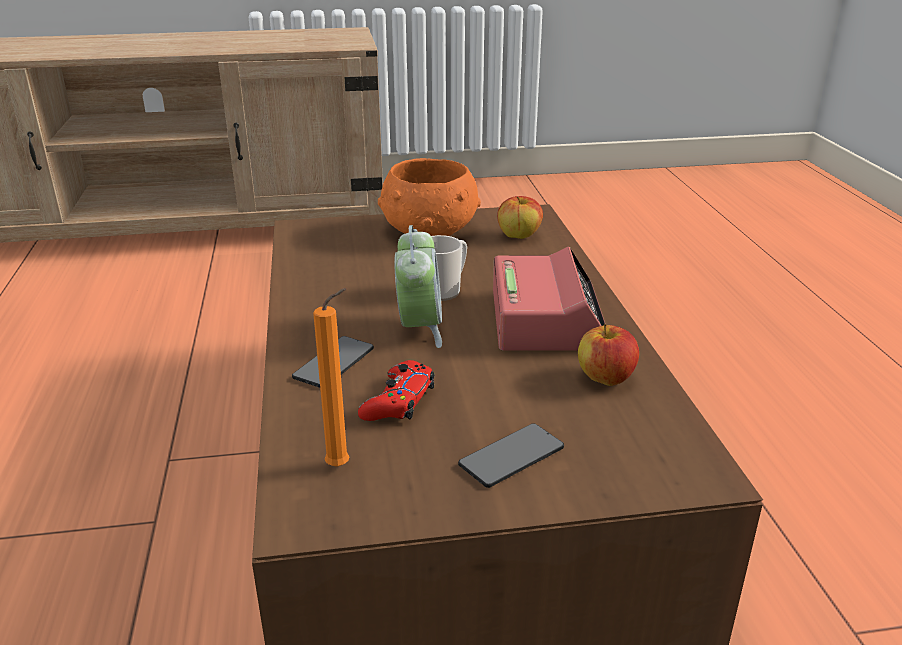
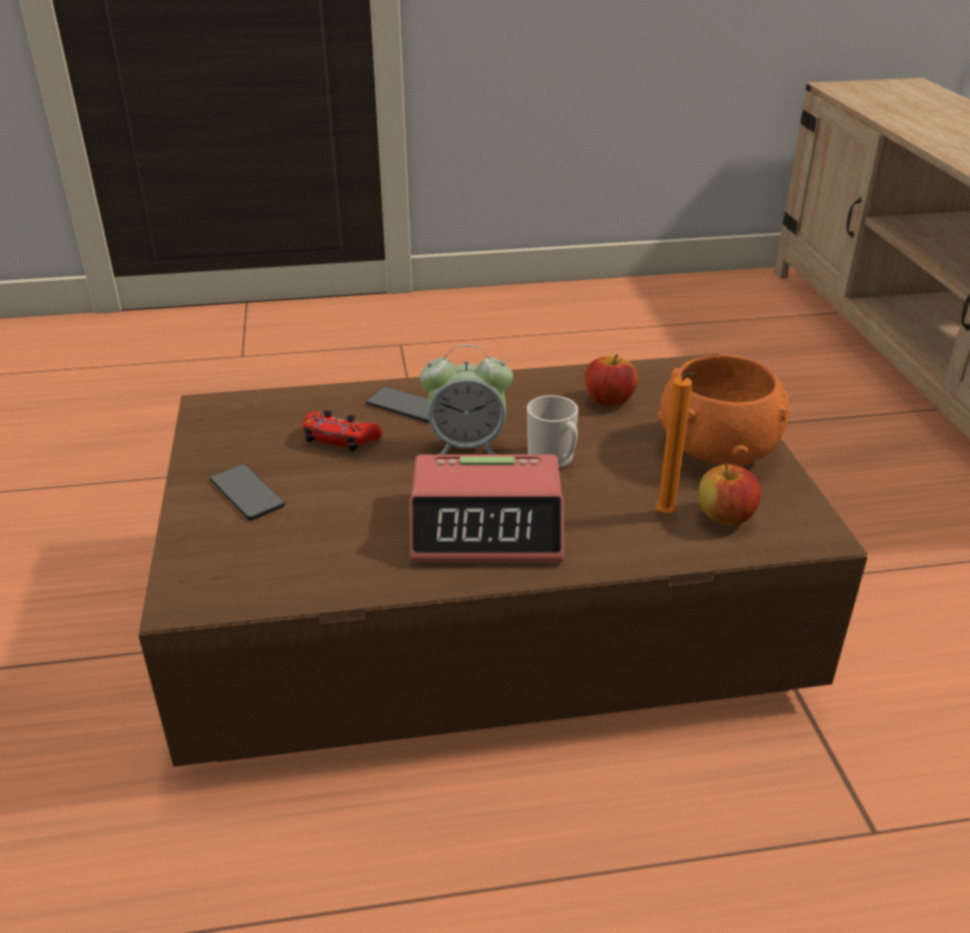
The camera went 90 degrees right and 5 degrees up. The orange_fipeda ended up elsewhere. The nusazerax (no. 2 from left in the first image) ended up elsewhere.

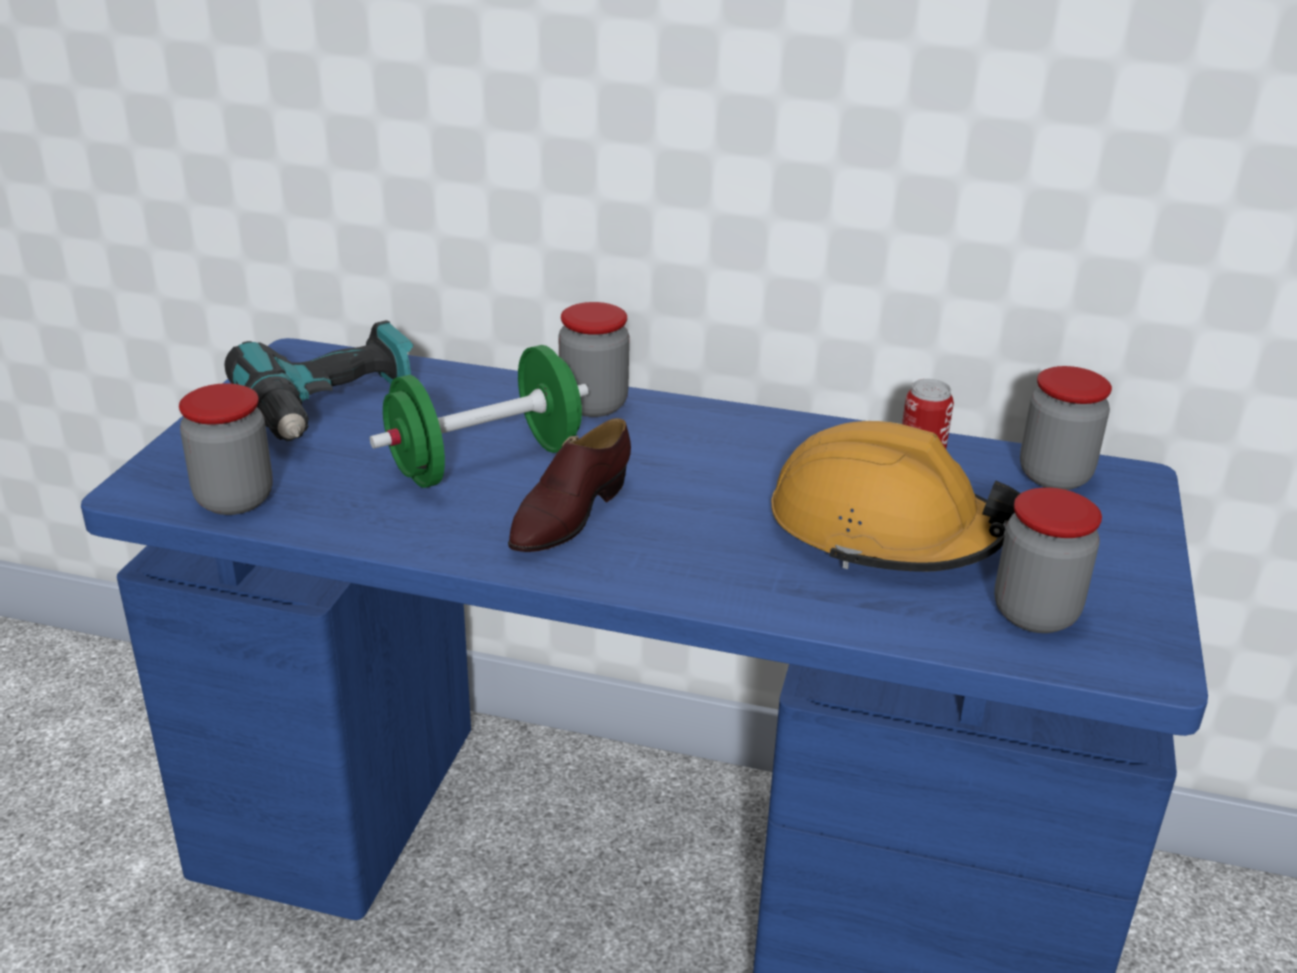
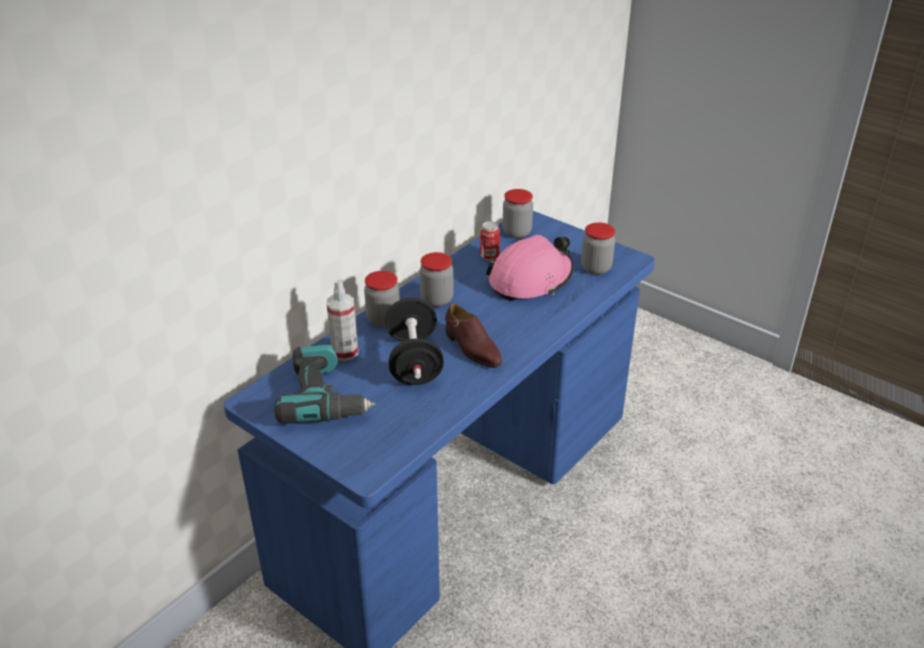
The camera went 65 degrees left and 5 degrees up. The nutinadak (no. 1 from left in the first image) ended up elsewhere. What was the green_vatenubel turned into the black_vatenubel. What was the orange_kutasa turned into the pink_kutasa. The second view gained the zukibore.

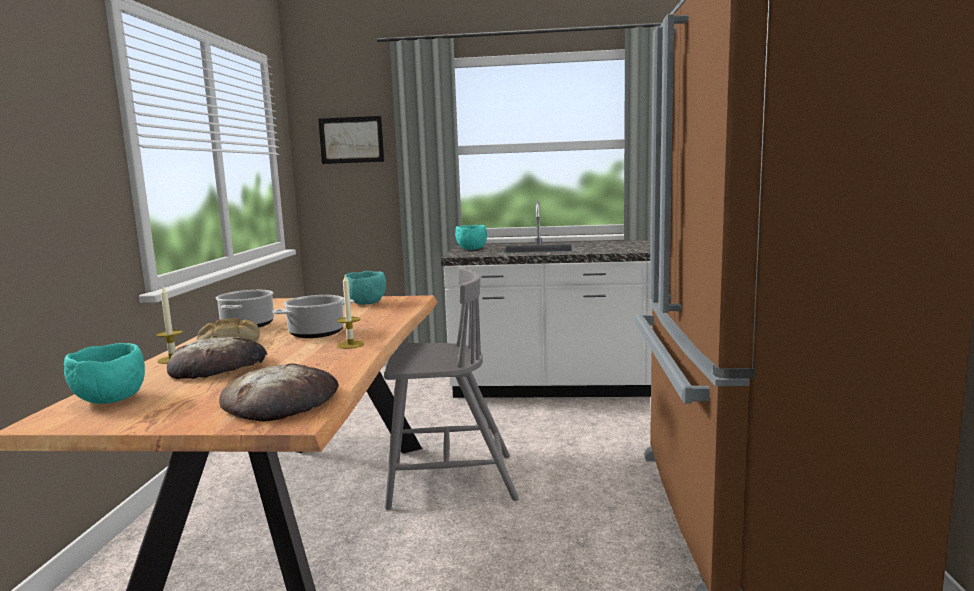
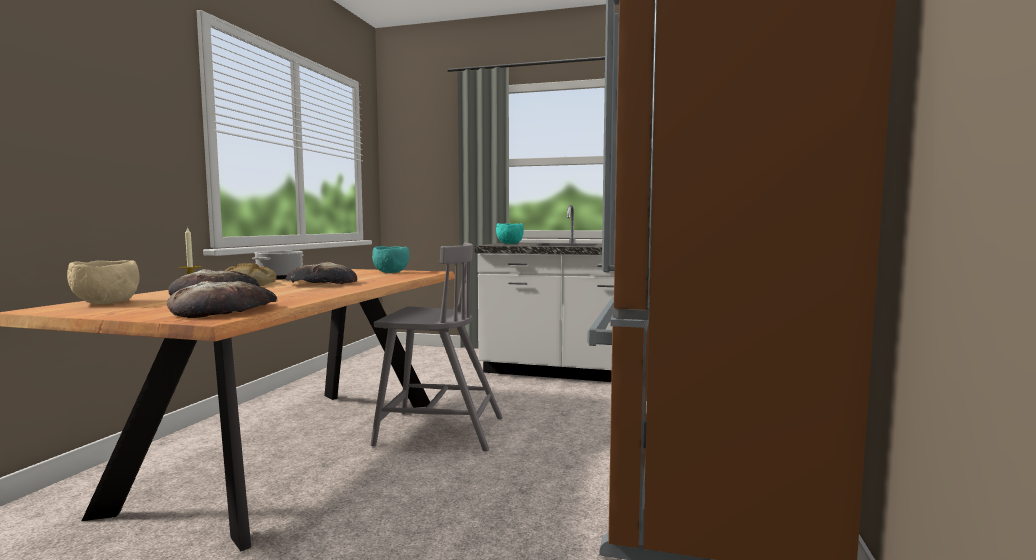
The camera went 10 degrees right and 5 degrees down. What was the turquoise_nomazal (no. 1 from left) turned into the beige_nomazal. Where the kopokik (no. 2 from left) stood, the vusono (no. 4 from left) came to stand. The second view lost the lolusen. The second view lost the fipeda (no. 2 from left).

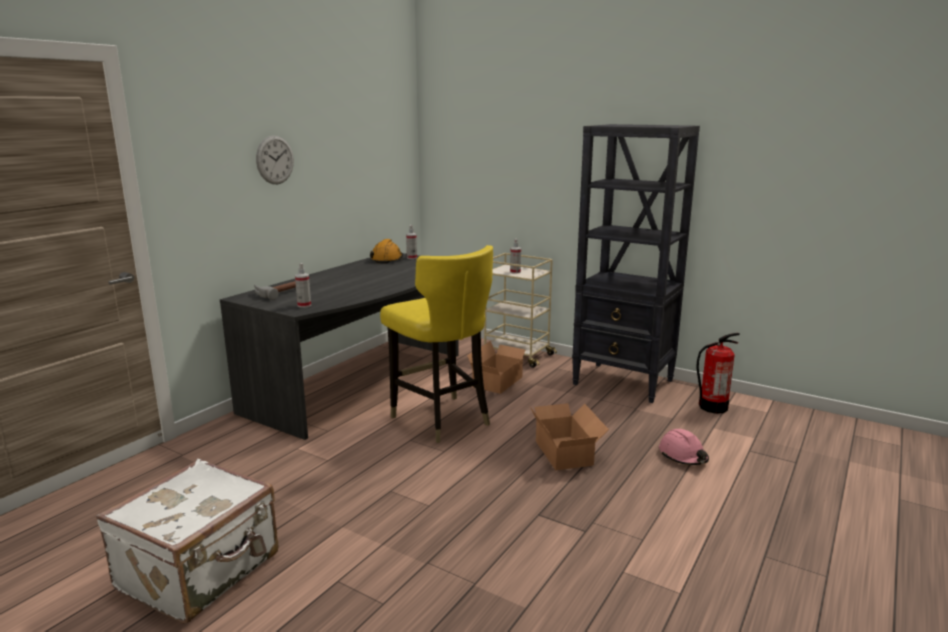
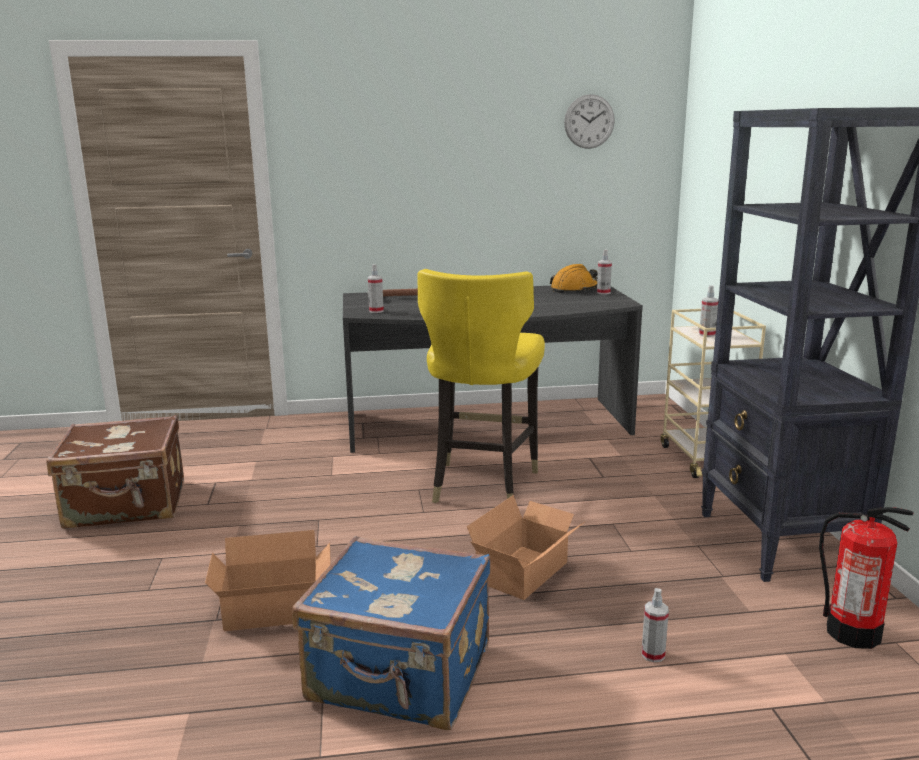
The camera went 50 degrees right and 0 degrees up. What was the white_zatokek turned into the brown_zatokek. The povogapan ended up elsewhere. The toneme (no. 1 from left) ended up elsewhere. Where the pink_kutasa stood, the zukibore (no. 3 from left) came to stand. The second view gained the blue_zatokek.

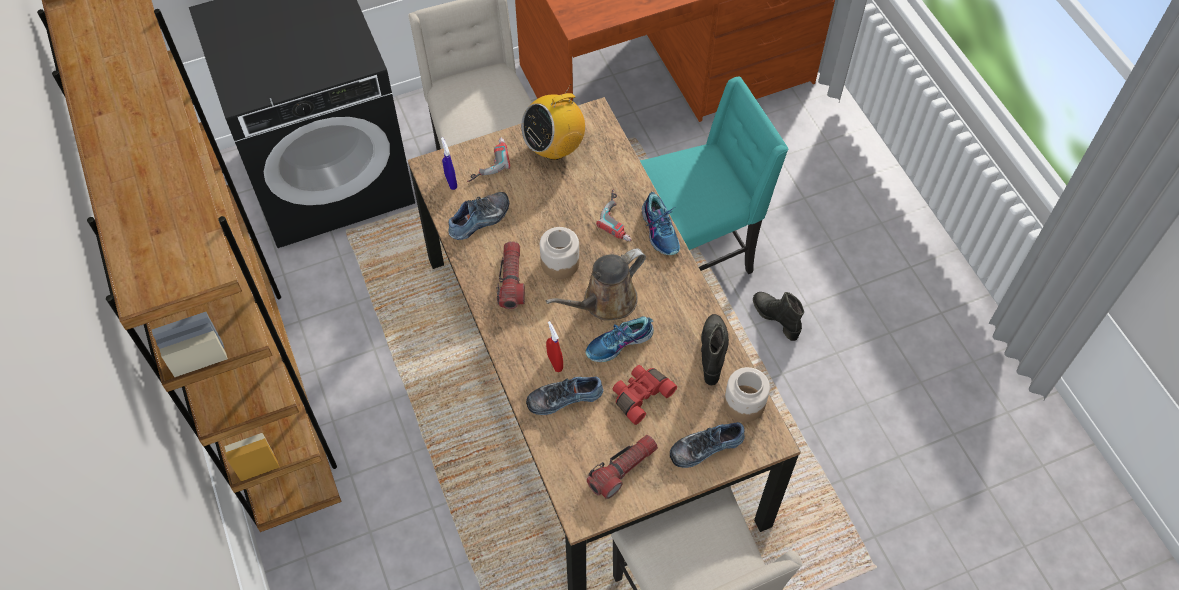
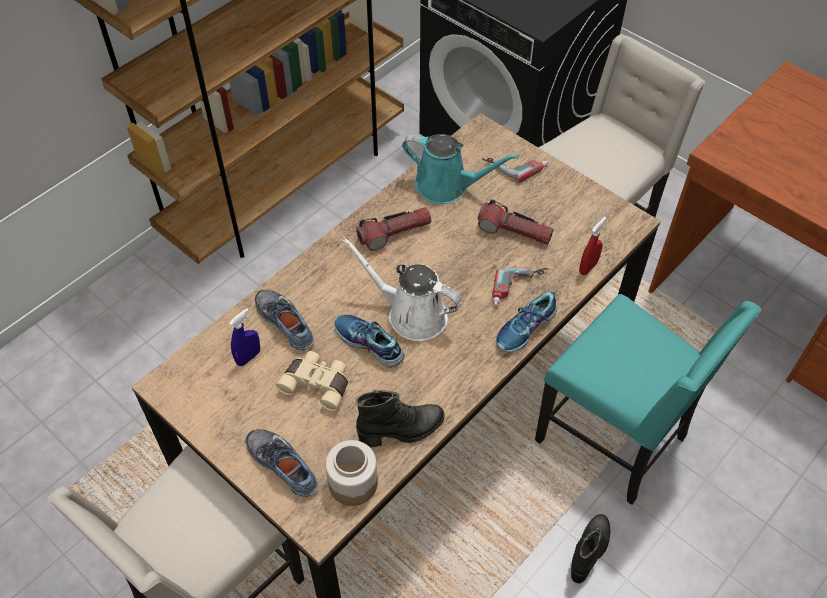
The camera went 65 degrees right and 5 degrees down. The blue_zukibore ended up elsewhere. Where the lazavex (no. 1 from left) stood, the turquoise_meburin came to stand. The second view lost the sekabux. The second view lost the nutinadak (no. 1 from left). What was the brown_meburin turned into the white_meburin. The red_zukibore ended up elsewhere. The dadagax (no. 2 from left) ended up elsewhere. What was the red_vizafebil turned into the beige_vizafebil.

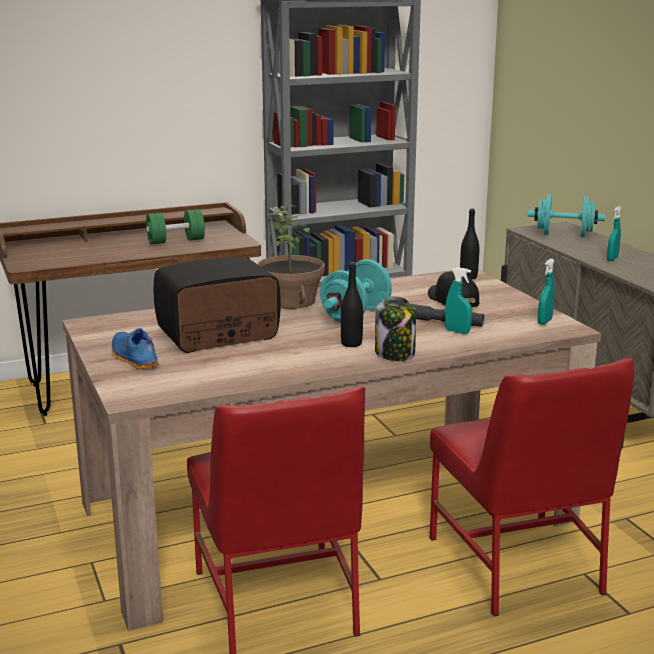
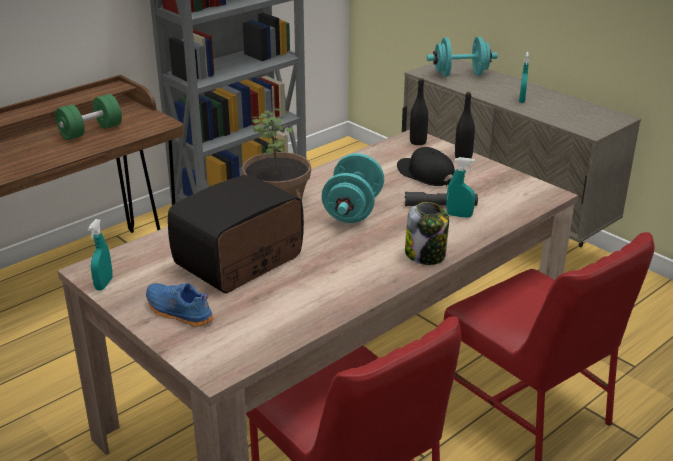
The camera went 20 degrees left and 10 degrees up. The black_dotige (no. 1 from left in the first image) ended up elsewhere. The turquoise_zukibore (no. 2 from left in the first image) ended up elsewhere.

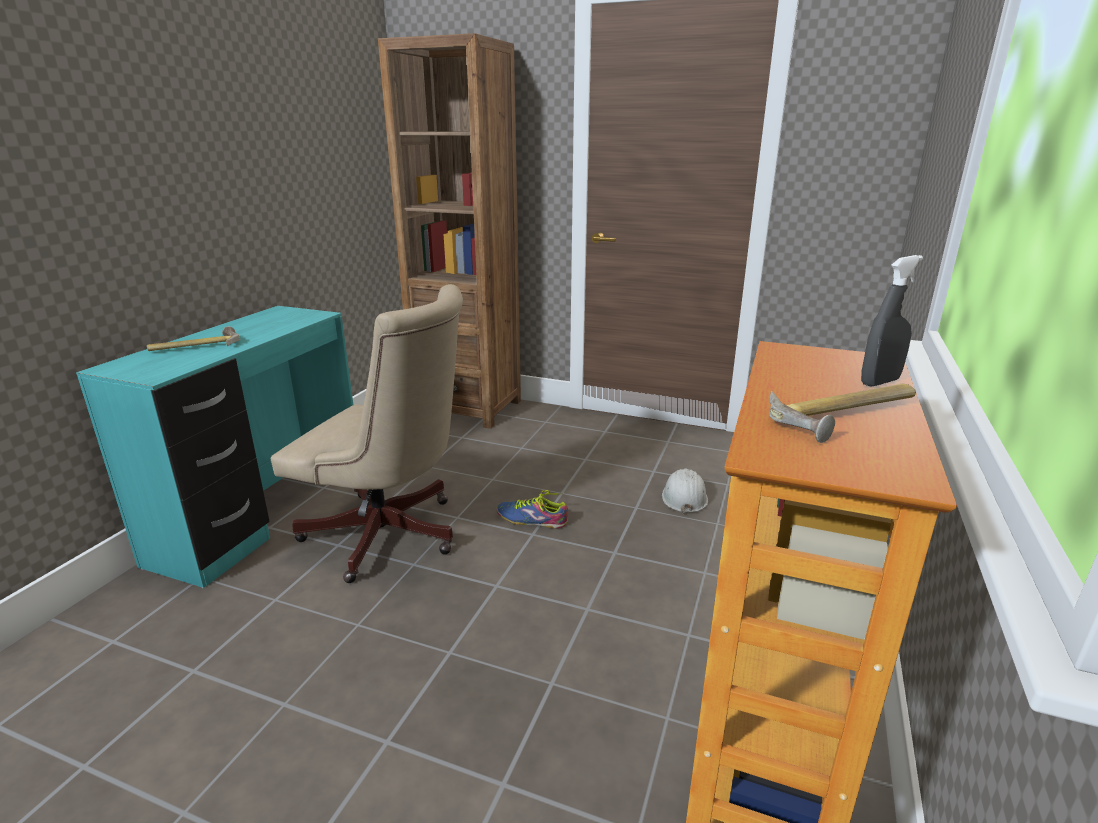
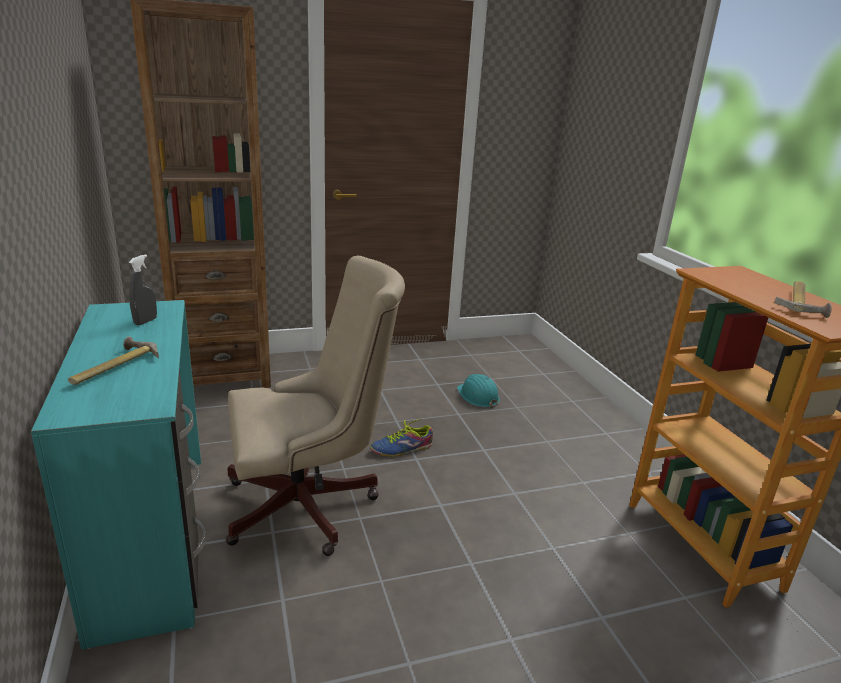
The camera went 40 degrees left and 0 degrees up. What was the white_kutasa turned into the turquoise_kutasa. The grey_zukibore ended up elsewhere.

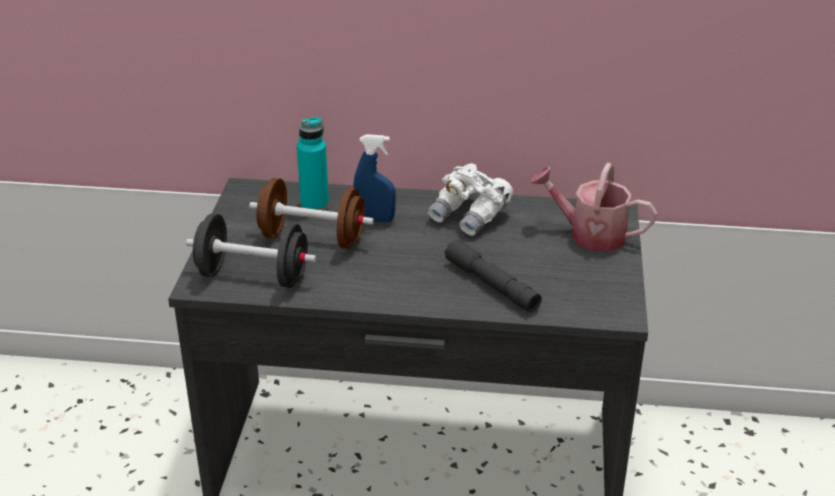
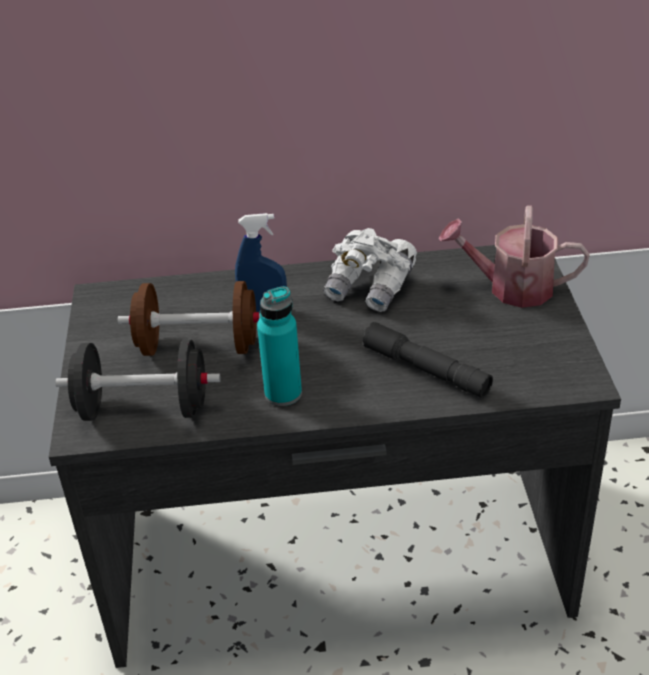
The camera went 10 degrees left and 5 degrees up. The turquoise_dotige ended up elsewhere.

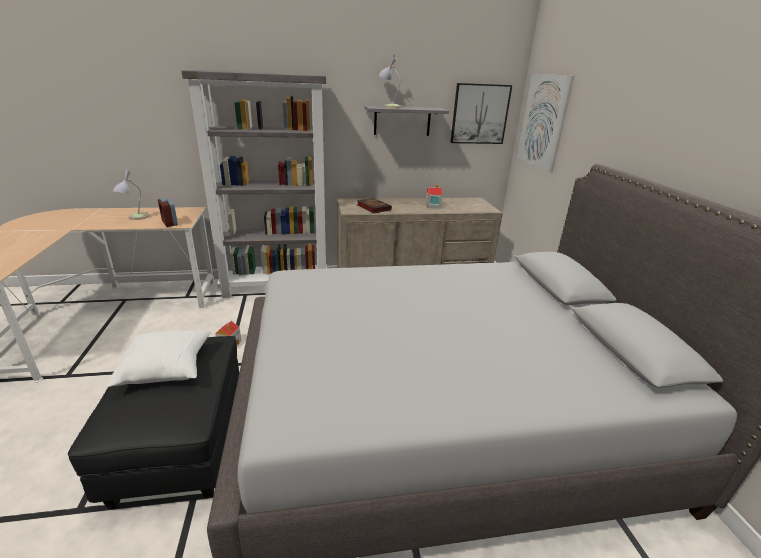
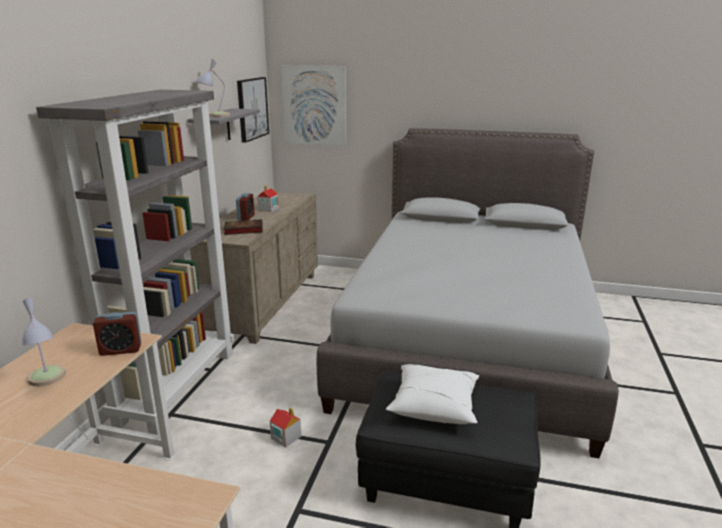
The camera went 65 degrees left and 5 degrees down. The second view gained the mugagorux (no. 2 from left).

